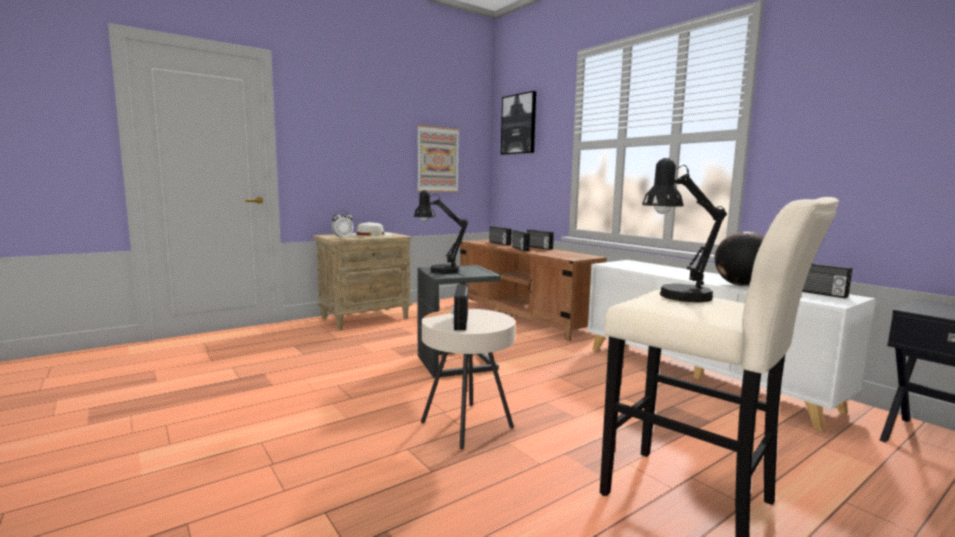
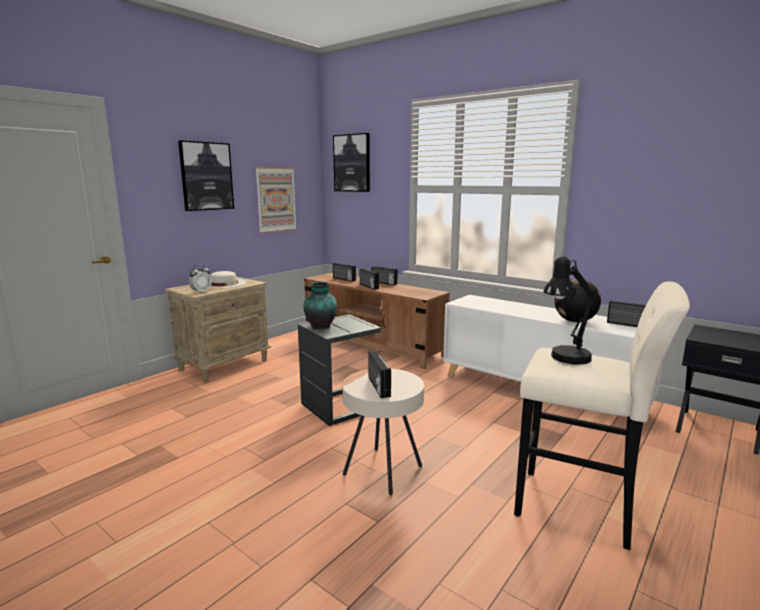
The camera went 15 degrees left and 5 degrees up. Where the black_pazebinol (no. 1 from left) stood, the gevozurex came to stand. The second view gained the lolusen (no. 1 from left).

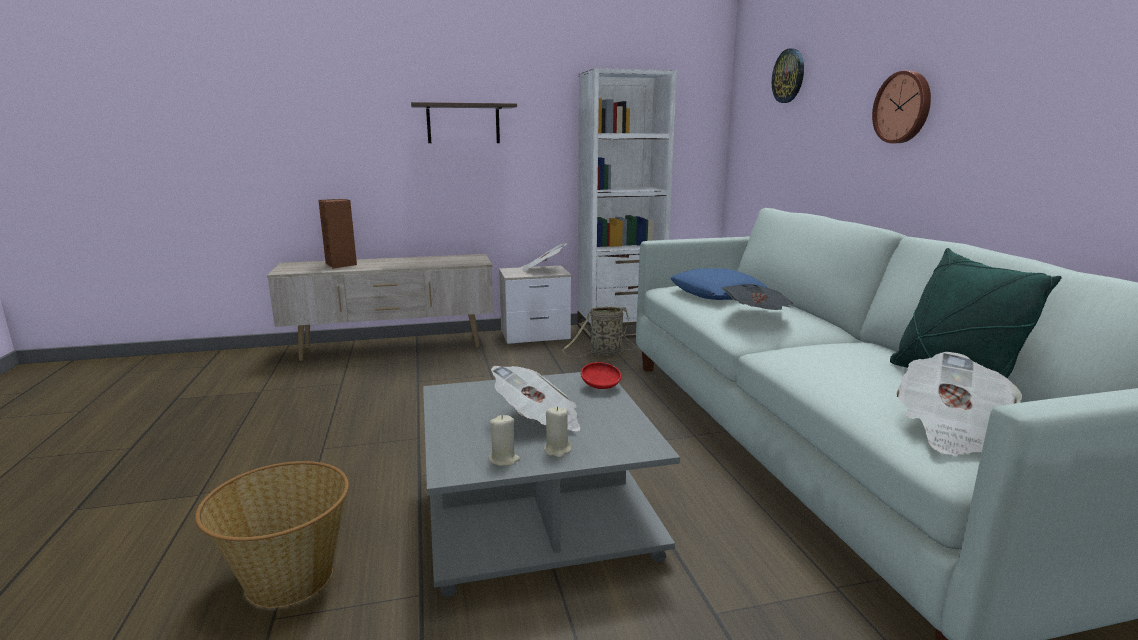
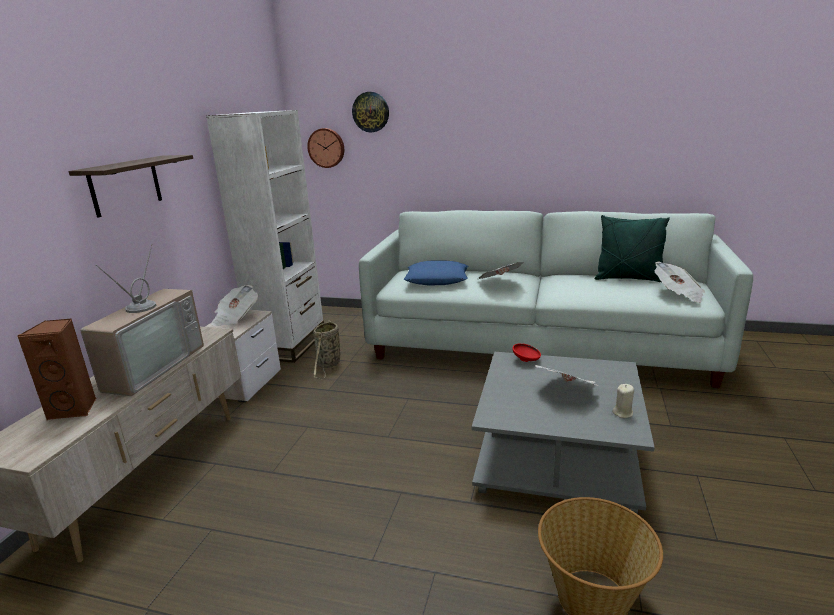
The camera went 60 degrees left and 5 degrees up. The second view lost the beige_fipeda (no. 2 from left). The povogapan (no. 2 from left in the first image) ended up elsewhere. The second view gained the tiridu.

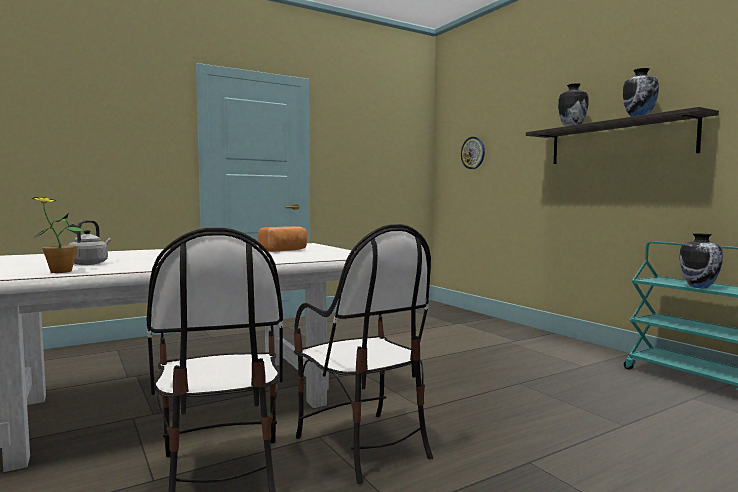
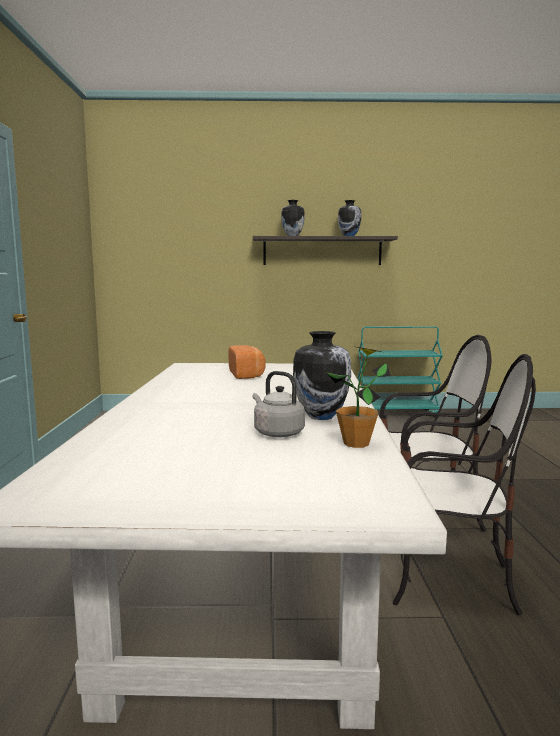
The camera went 60 degrees left and 5 degrees up. The second view lost the povogapan. The gevozurex (no. 3 from left in the first image) ended up elsewhere.

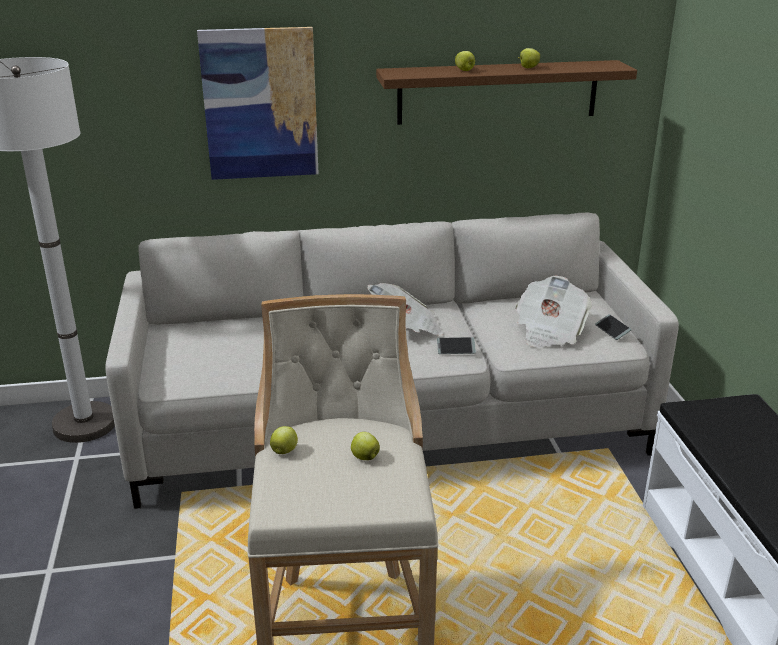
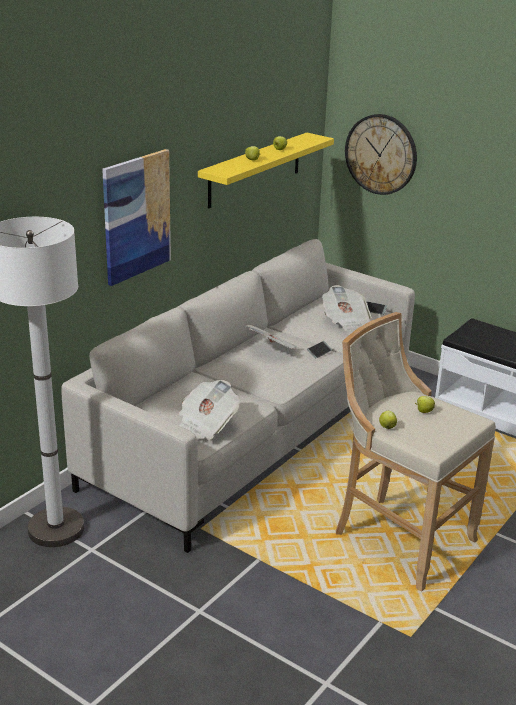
The camera went 45 degrees left and 0 degrees up. What was the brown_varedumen turned into the yellow_varedumen. The second view gained the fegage (no. 1 from left). The second view gained the povogapan.

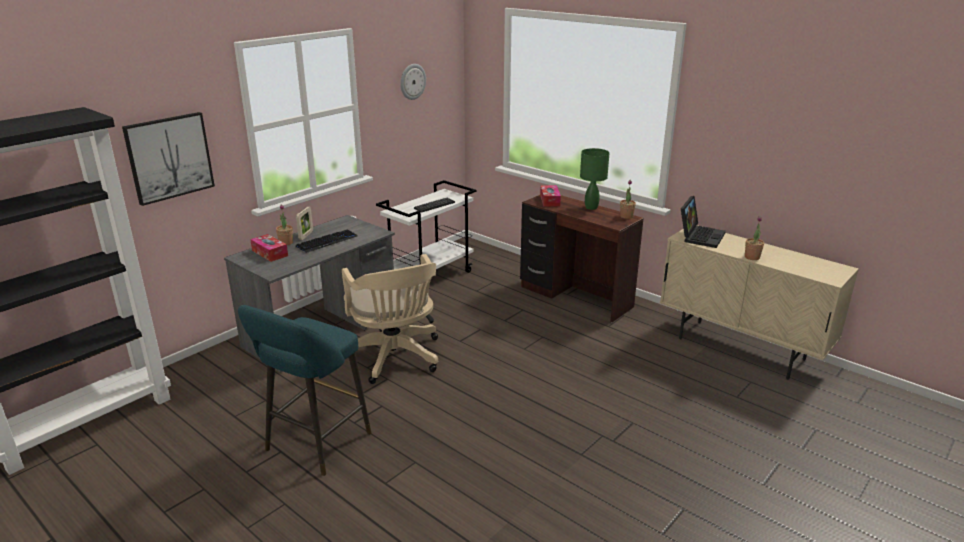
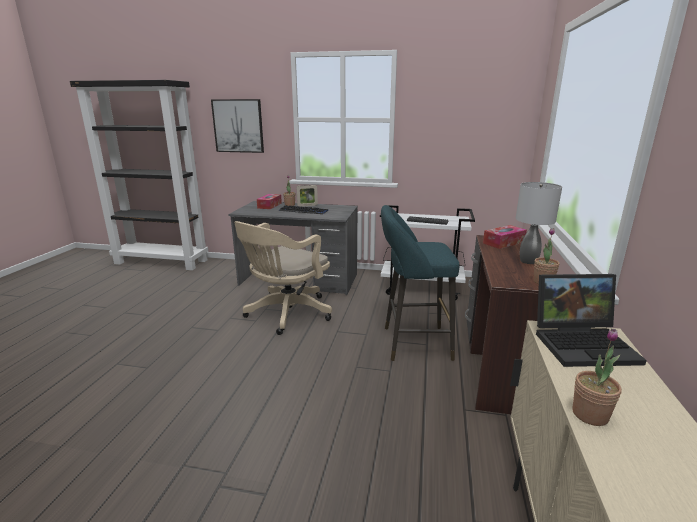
The camera went 60 degrees right and 5 degrees down. The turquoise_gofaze ended up elsewhere. The second view lost the povogapan. What was the green_pazebinol turned into the grey_pazebinol.

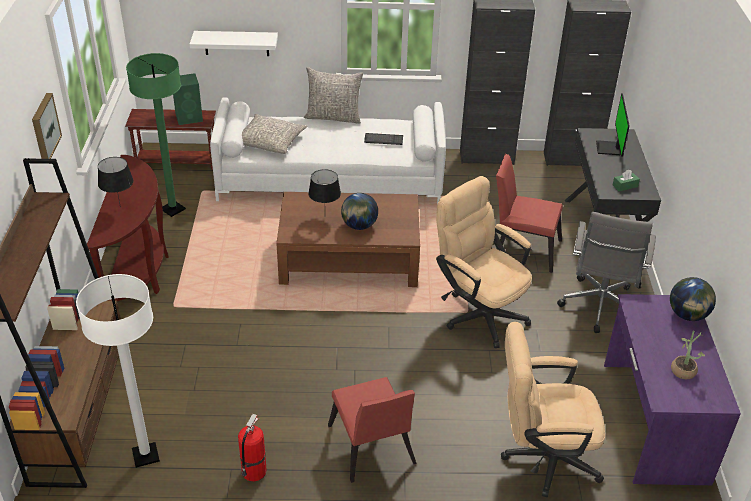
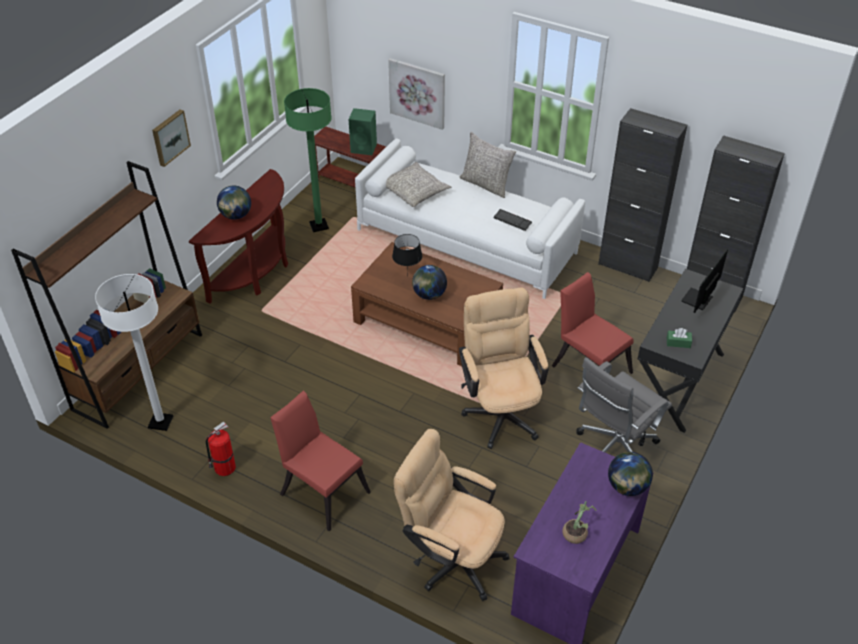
The camera went 30 degrees right and 5 degrees up. Where the black_pazebinol (no. 1 from left) stood, the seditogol (no. 1 from left) came to stand. Where the white_varedumen hung, the lolusen (no. 2 from left) came to hang. The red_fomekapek (no. 1 from left) ended up facing another way, 120 degrees clockwise from before.

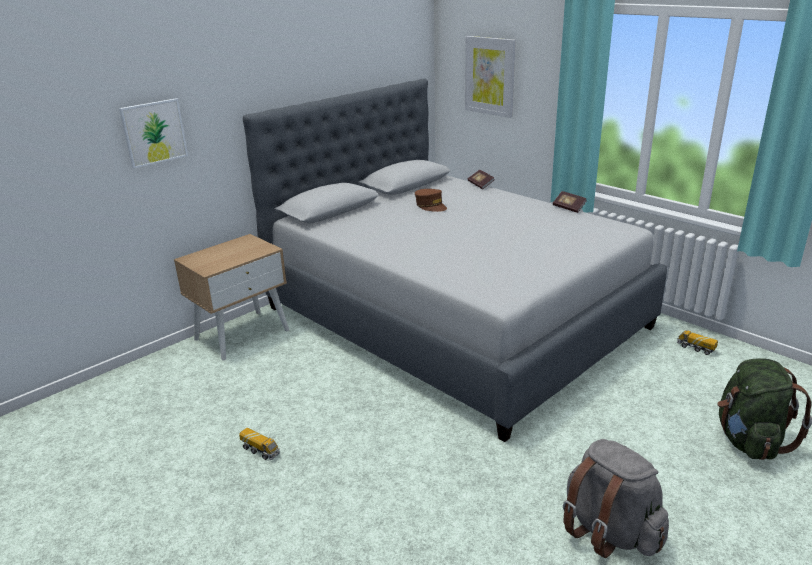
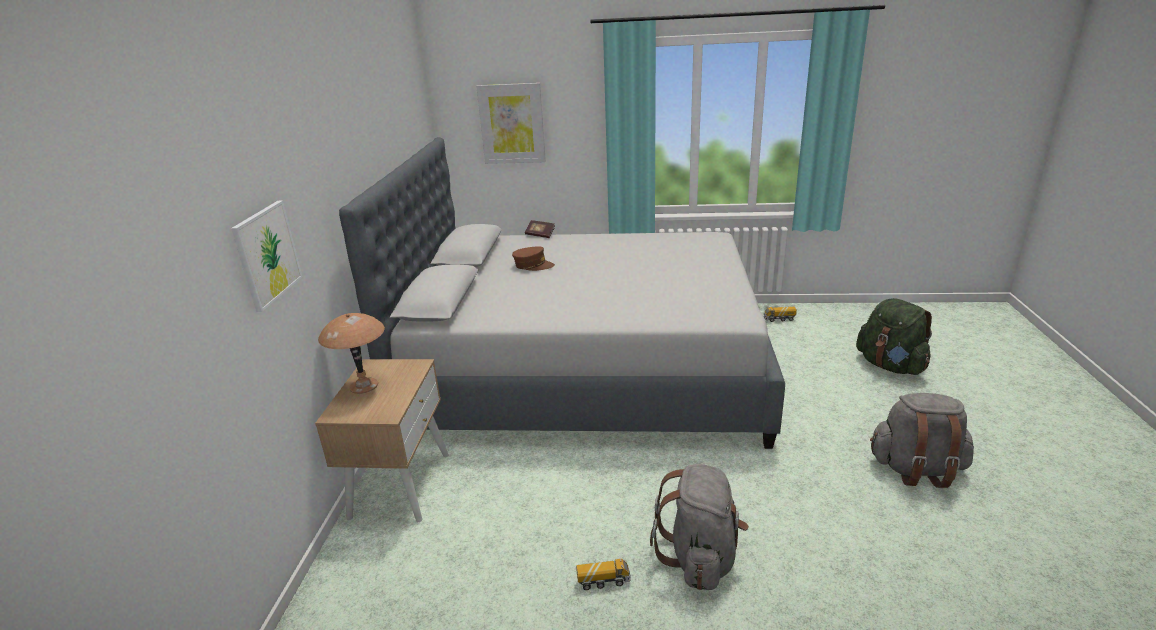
The camera went 40 degrees left and 0 degrees up. The second view lost the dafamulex (no. 2 from left). The second view gained the brown_pazebinol. The second view gained the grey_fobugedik (no. 1 from left).

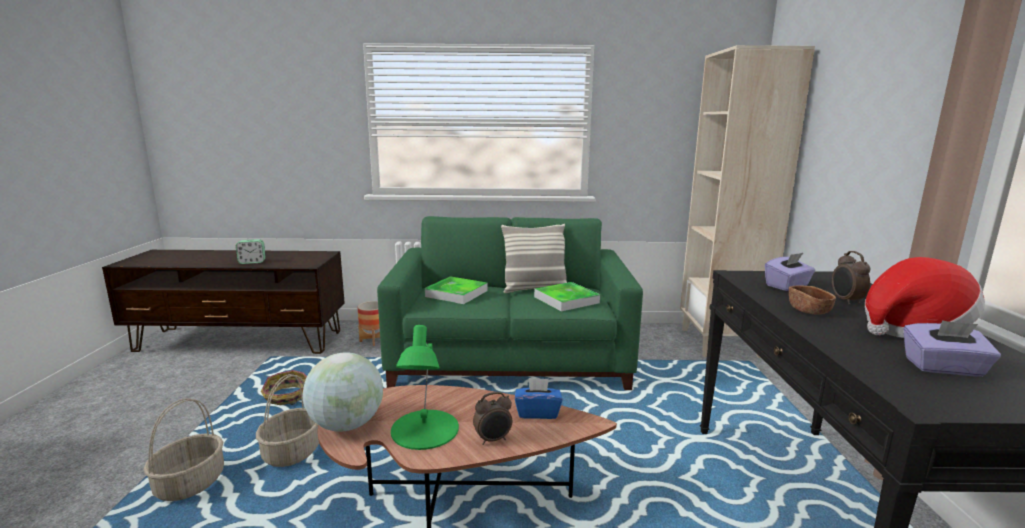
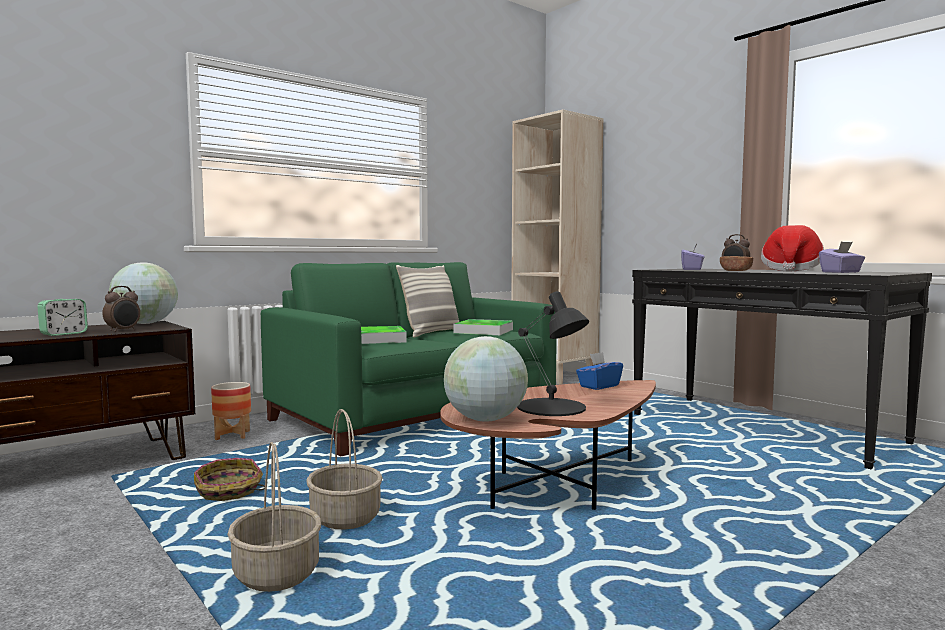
The camera went 40 degrees left and 10 degrees down. What was the green_pazebinol turned into the black_pazebinol. The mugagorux (no. 2 from left) ended up elsewhere. The second view gained the seditogol (no. 1 from left).

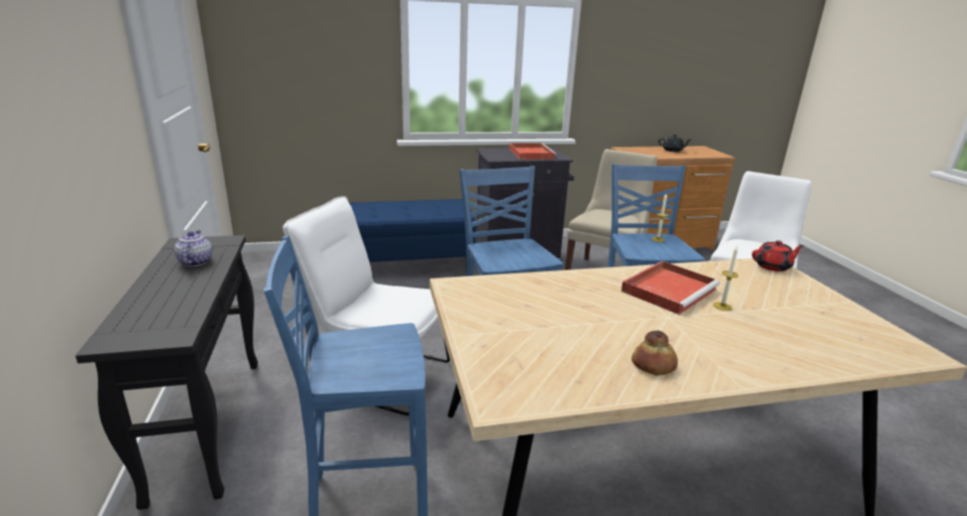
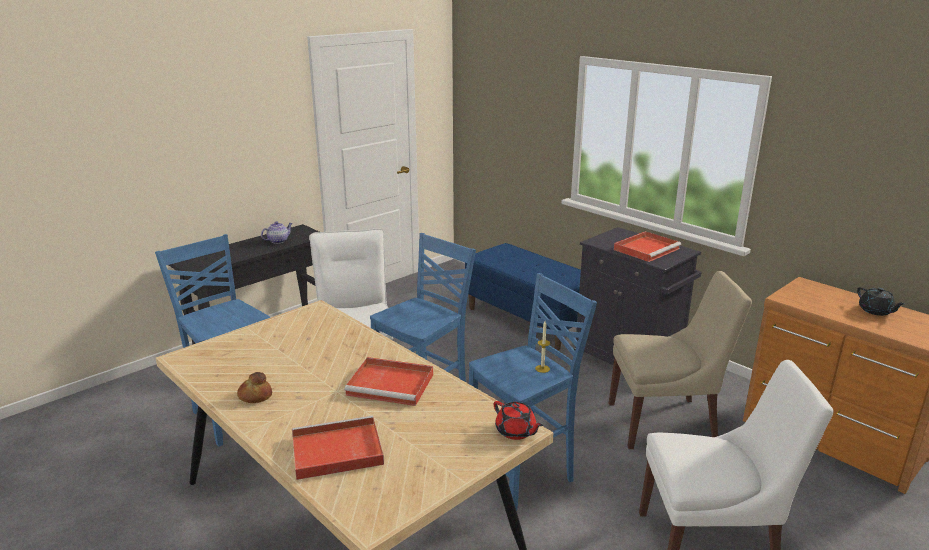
The camera went 60 degrees right and 0 degrees up. The second view lost the fipeda (no. 2 from left). The second view gained the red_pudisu (no. 1 from left).

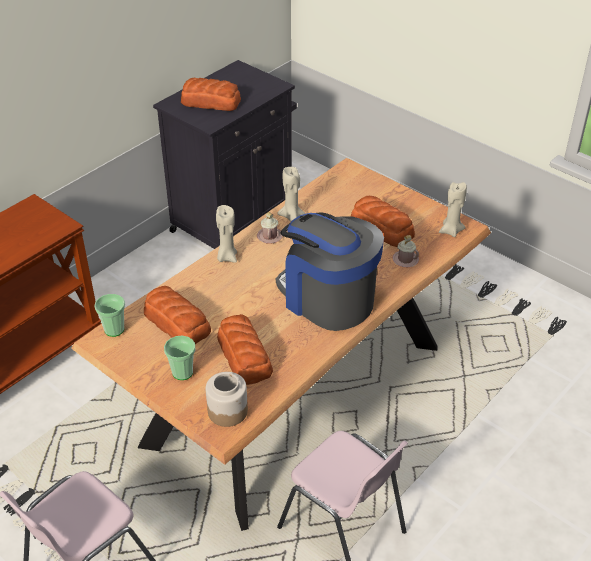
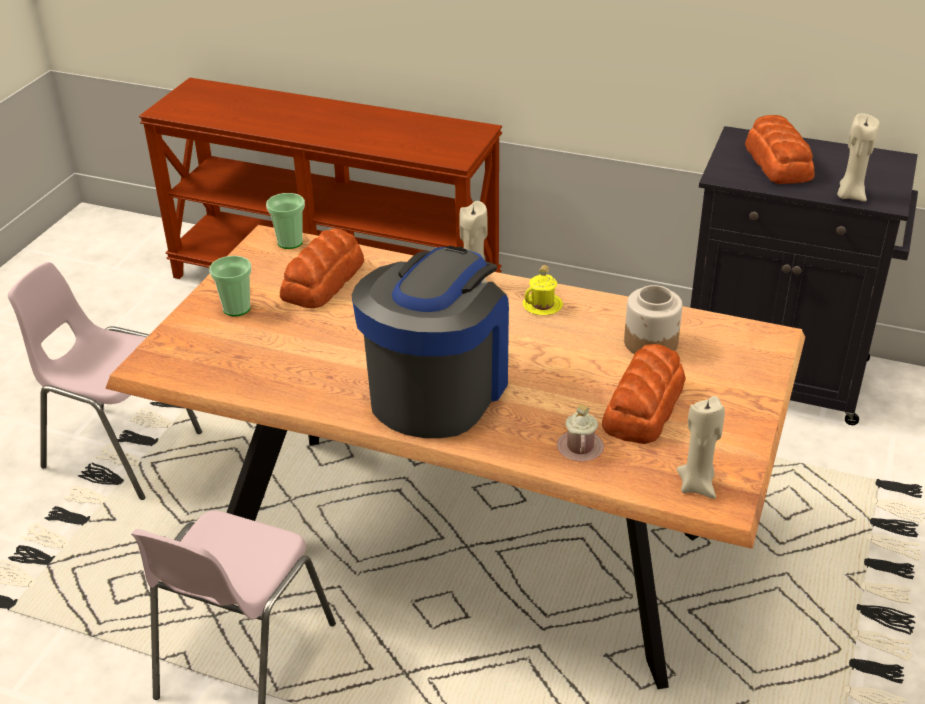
The camera went 70 degrees right and 5 degrees down. The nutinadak ended up elsewhere. The second view lost the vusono (no. 3 from left). What was the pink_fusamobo (no. 1 from left) turned into the yellow_fusamobo. The beige_fipeda (no. 2 from left in the first image) ended up elsewhere.

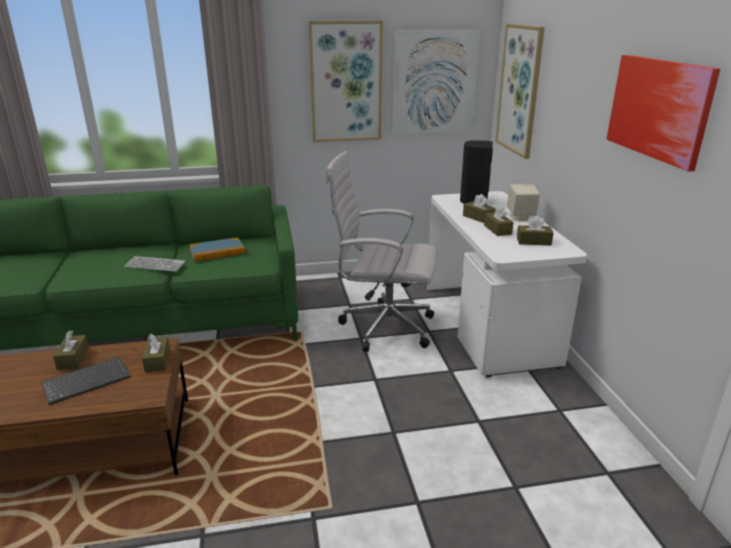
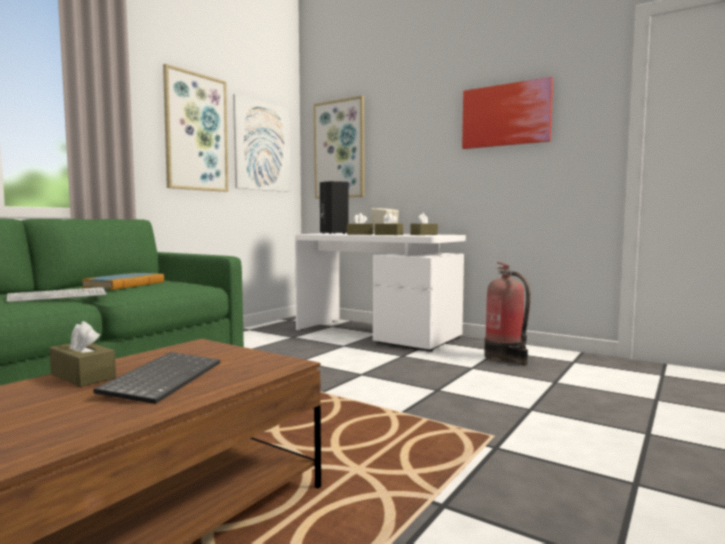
The camera went 45 degrees left and 20 degrees down. The second view lost the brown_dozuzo (no. 2 from left). The second view lost the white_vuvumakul. The second view gained the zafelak.

